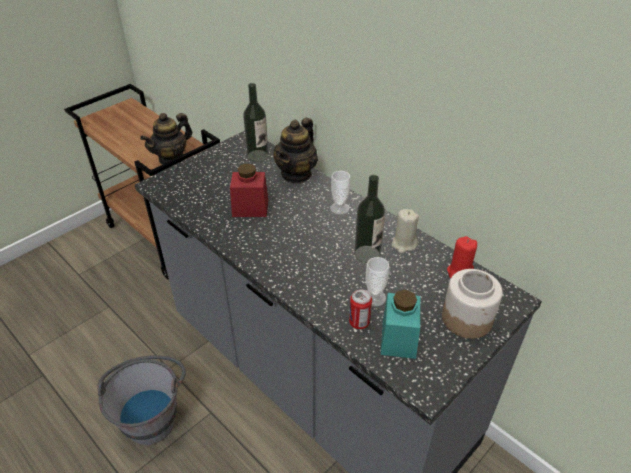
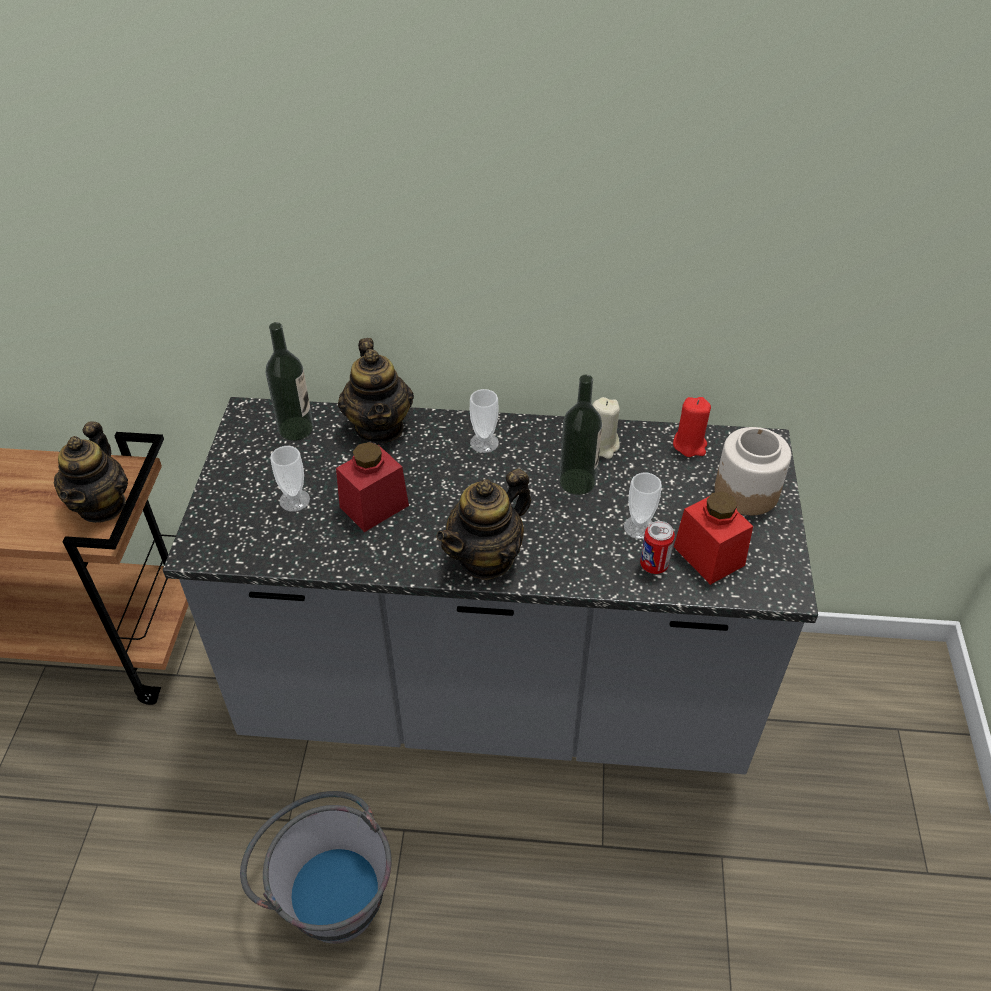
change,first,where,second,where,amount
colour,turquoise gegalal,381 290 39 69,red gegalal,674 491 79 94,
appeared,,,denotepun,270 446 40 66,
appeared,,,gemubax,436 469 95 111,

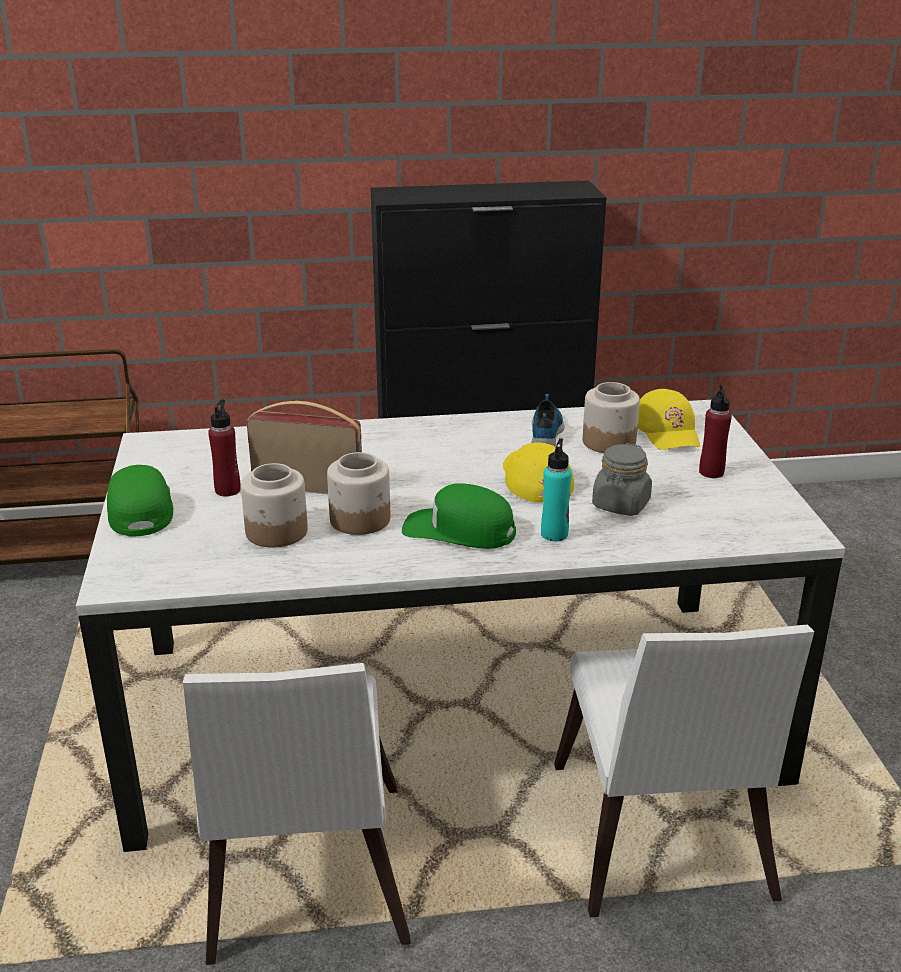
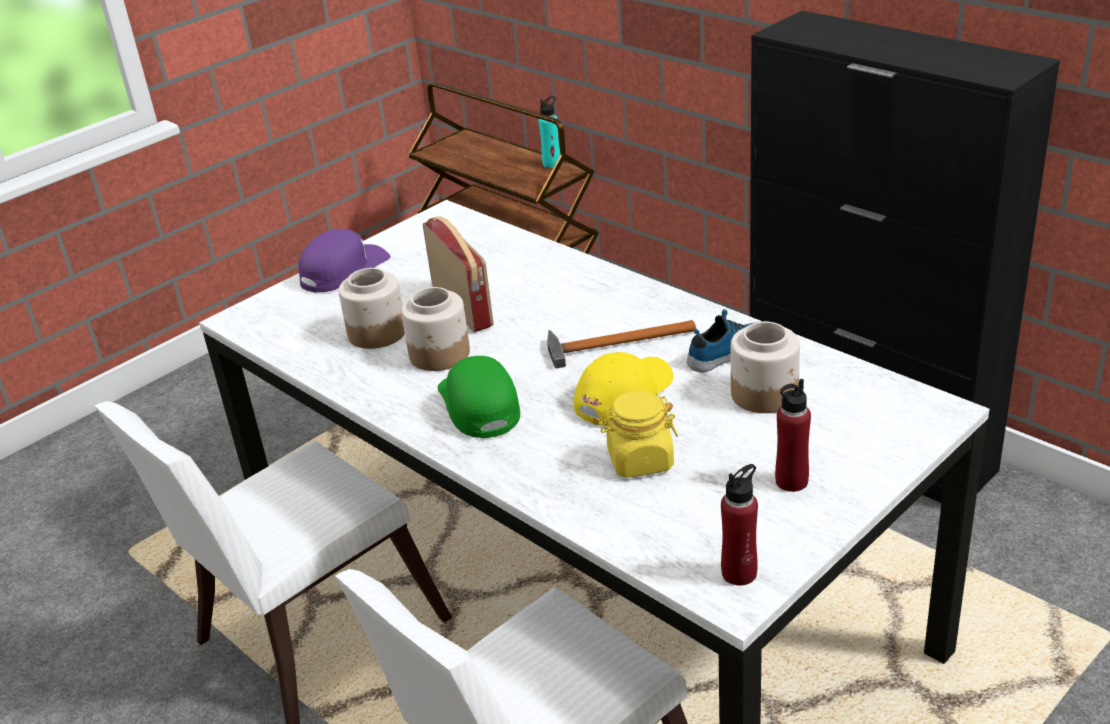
change,first,where,second,where,amount
missing,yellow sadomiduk,638 389 62 61,,,
relocated,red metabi,208 399 33 97,,721 464 37 122,
relocated,turquoise metabi,541 438 31 103,,538 96 22 72,
colour,grey gegalal,592 443 60 73,yellow gegalal,598 391 80 87,
colour,green sadomiduk,107 465 66 71,purple sadomiduk,298 229 92 64,
appeared,,,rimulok,547 320 149 49,

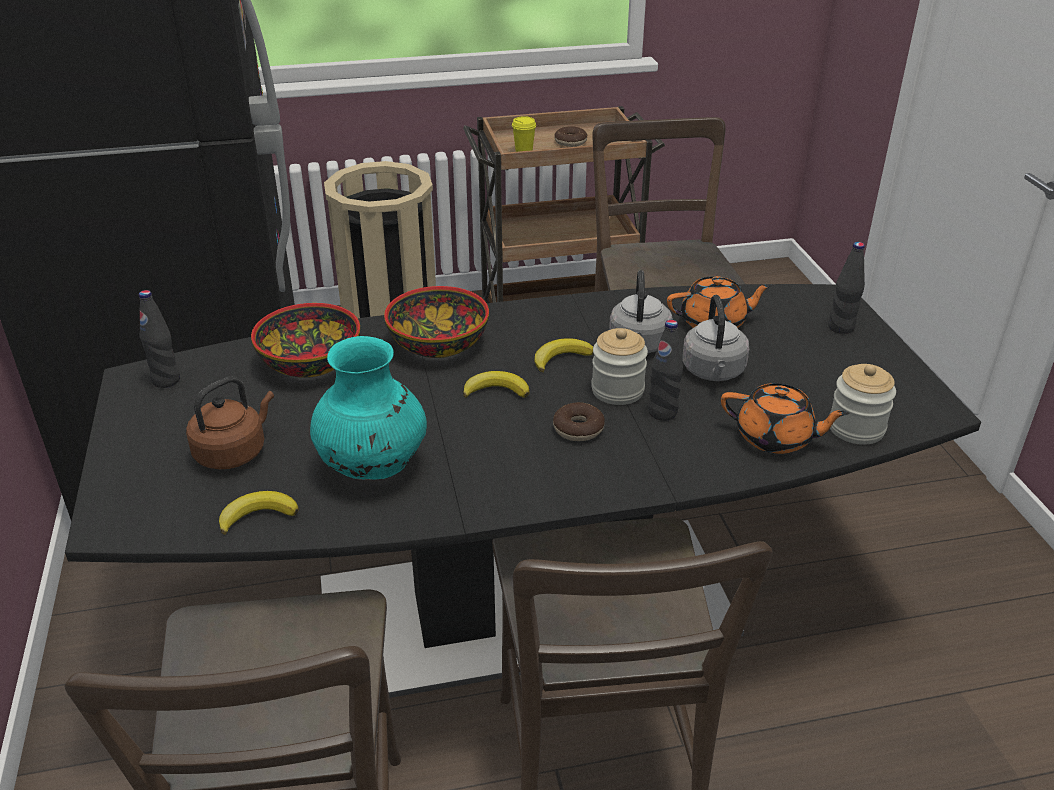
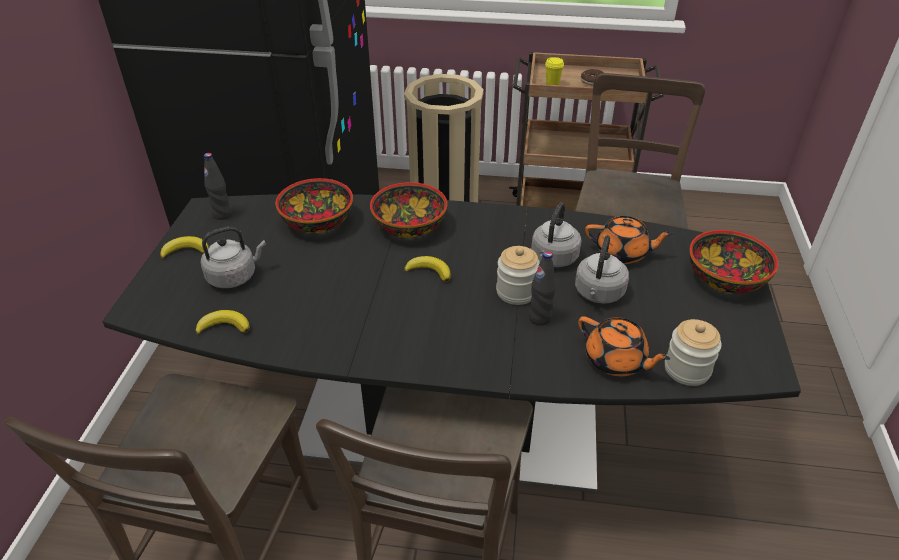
change,first,where,second,where,amount
exchanged,black metabi,828 242 37 92,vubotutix,689 230 89 63,
missing,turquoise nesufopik,310 336 117 144,,,
relocated,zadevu,534 338 59 34,,160 236 49 23,
colour,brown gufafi,186 377 88 92,grey gufafi,201 226 65 62,
missing,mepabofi,553 402 52 39,,,

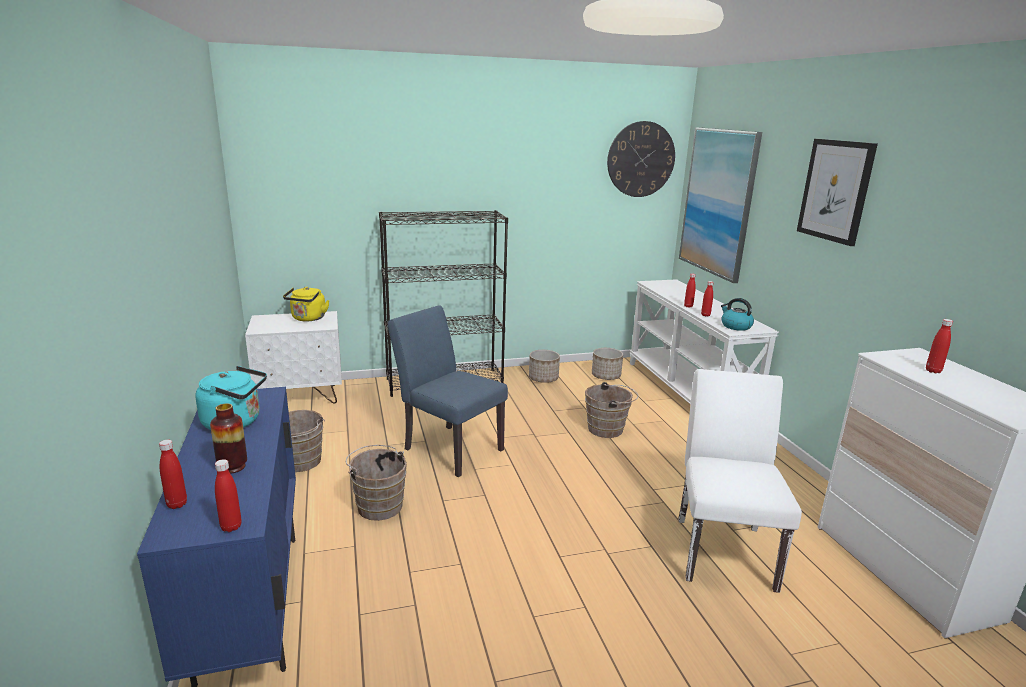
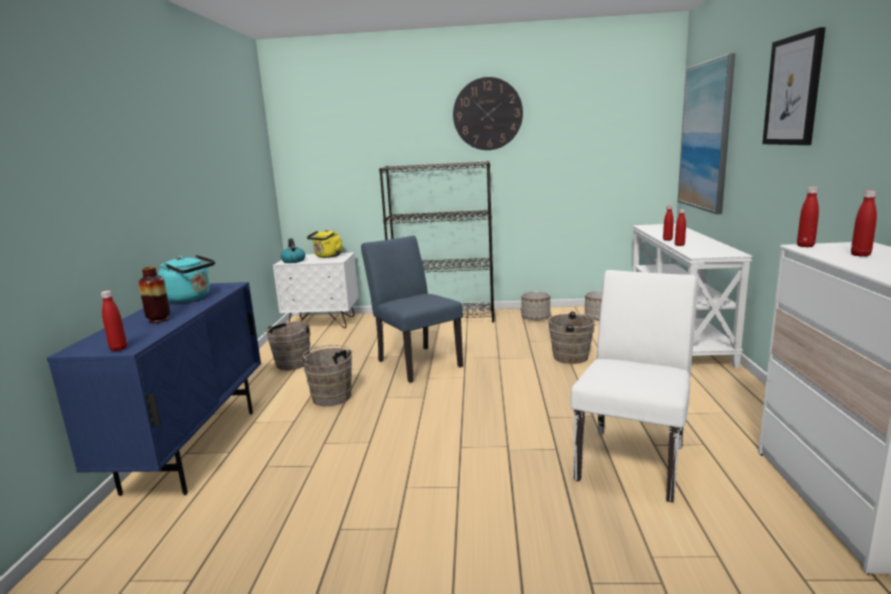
change,first,where,second,where,amount
relocated,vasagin,607 121 68 76,,453 77 70 73,
relocated,gufafi,721 298 33 33,,281 238 24 25,
relocated,red metabi,159 440 28 69,,797 187 22 60,

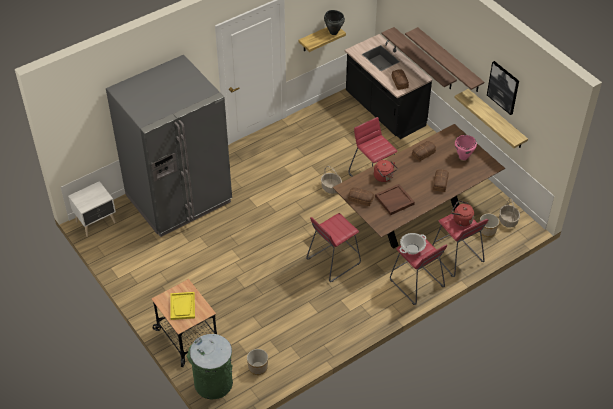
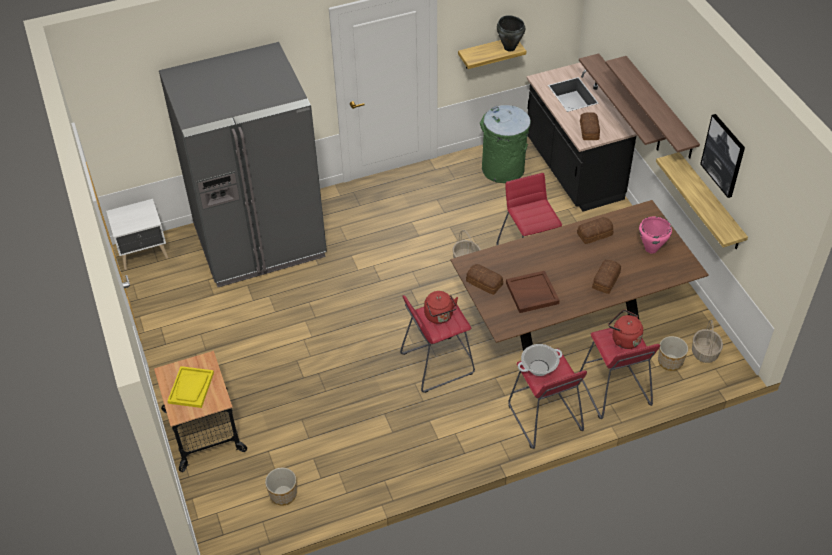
change,first,where,second,where,amount
relocated,red gufafi,374 160 23 22,,424 291 34 33,
relocated,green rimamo,187 334 46 65,,480 105 51 78,

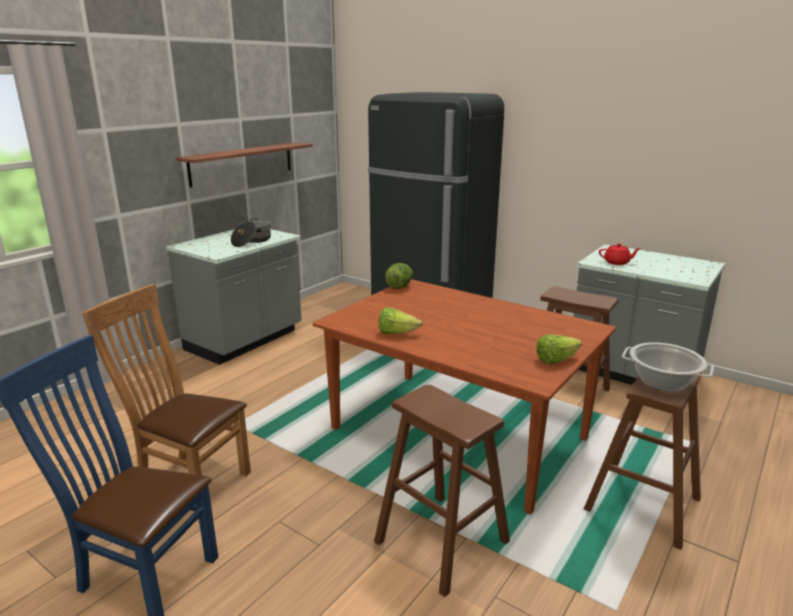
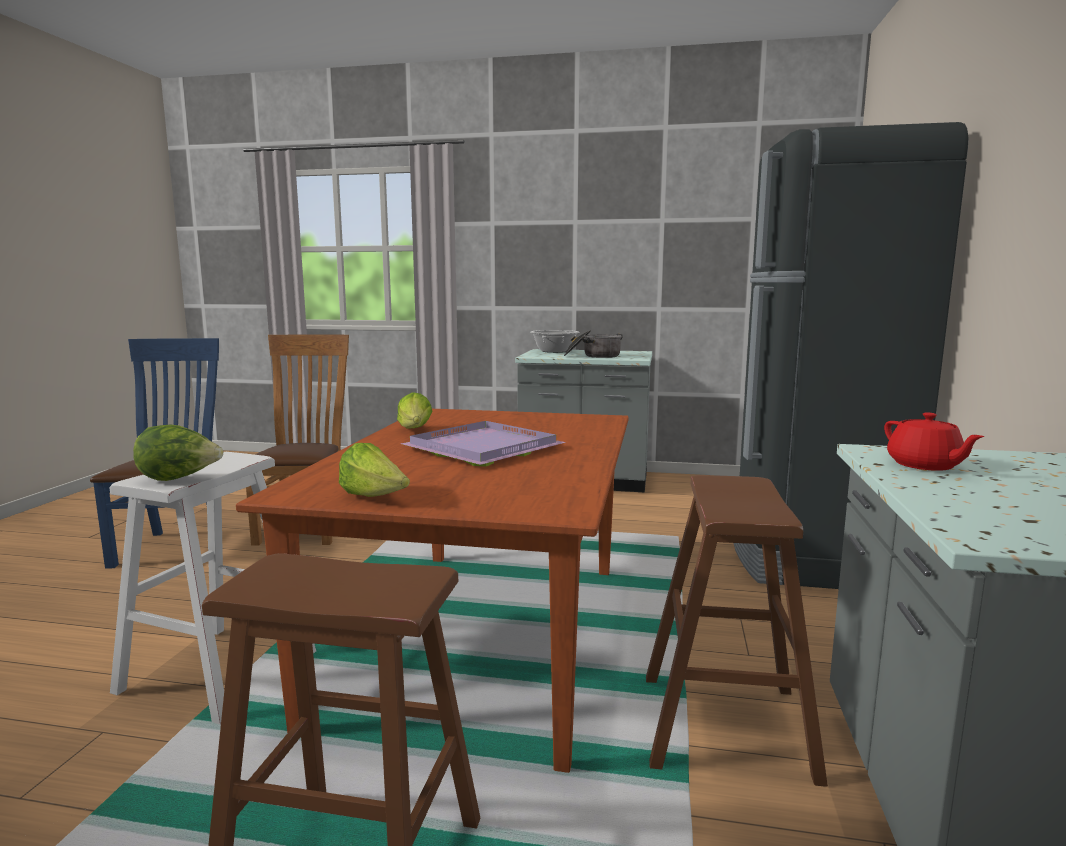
change,first,where,second,where,amount
missing,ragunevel,176 142 137 46,,,
relocated,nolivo,385 263 28 26,,133 425 90 56,
relocated,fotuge,622 342 92 50,,530 330 49 23,
colour,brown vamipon,374 385 136 212,white vamipon,110 452 206 273,
appeared,,,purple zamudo,401 421 165 46,

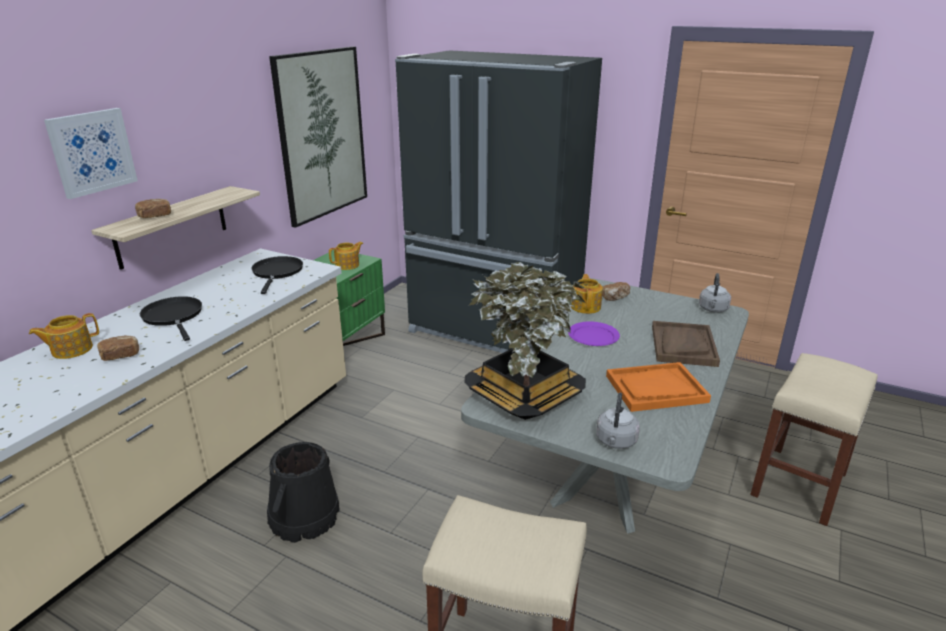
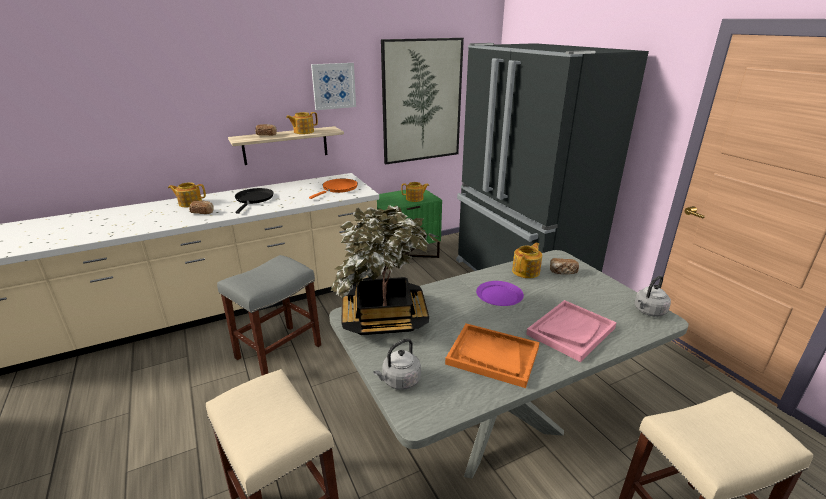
change,first,where,second,where,amount
relocated,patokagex,44 108 94 91,,311 63 45 47,
colour,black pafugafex,251 256 52 38,orange pafugafex,309 179 49 20,
colour,brown zamudo,652 321 68 46,pink zamudo,526 300 91 62,
exchanged,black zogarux,267 442 73 101,grey vamipon,217 255 104 121,
appeared,,,gemubax,286 112 32 22,

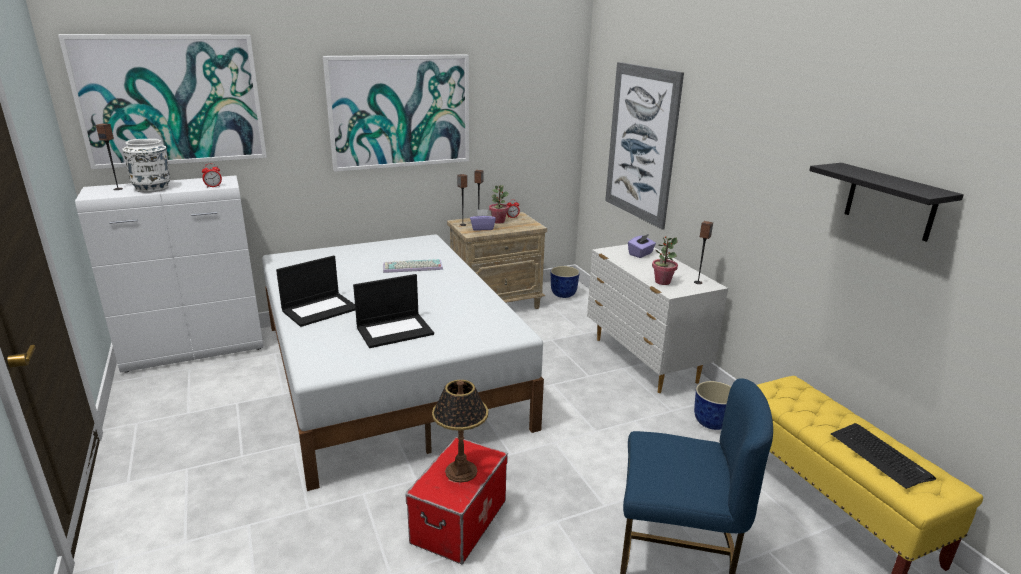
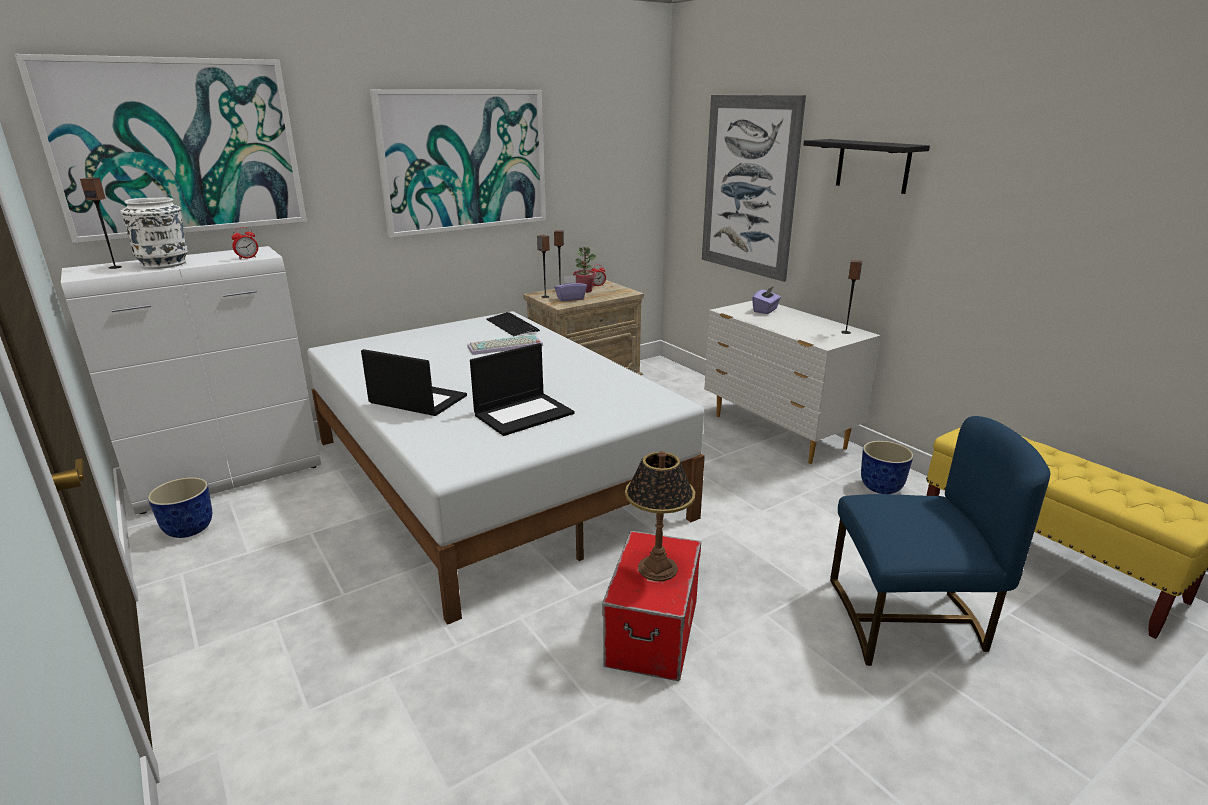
change,first,where,second,where,amount
relocated,black ragunevel,809 163 155 79,,803 139 127 55,
missing,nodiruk,652 236 26 49,,,
spun,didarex,276 256 79 71,,361 349 106 67,105 degrees counterclockwise
relocated,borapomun,551 266 29 32,,148 477 64 61,
relocated,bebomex,831 423 105 66,,486 312 54 24,

